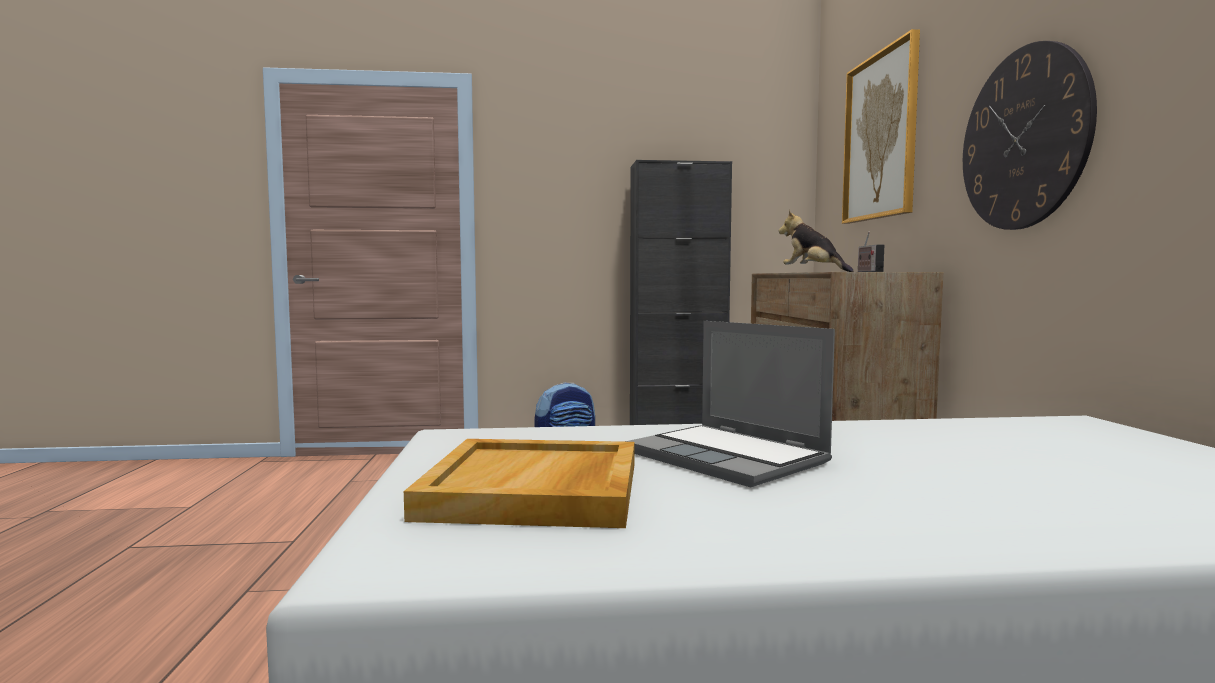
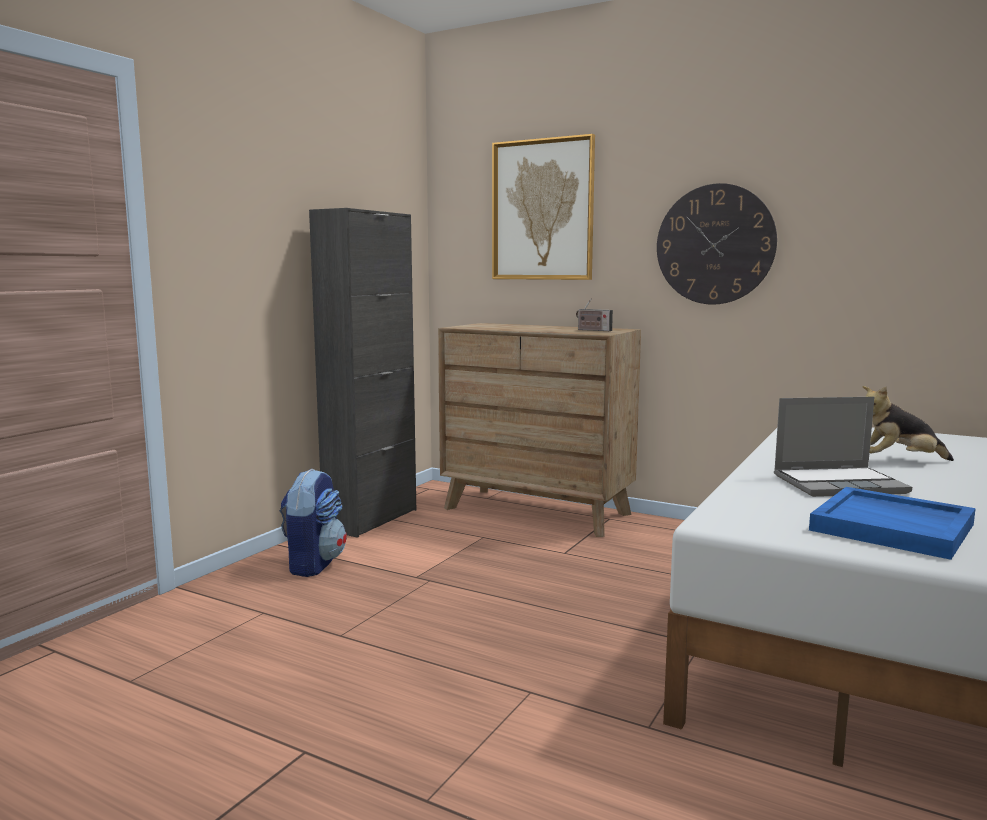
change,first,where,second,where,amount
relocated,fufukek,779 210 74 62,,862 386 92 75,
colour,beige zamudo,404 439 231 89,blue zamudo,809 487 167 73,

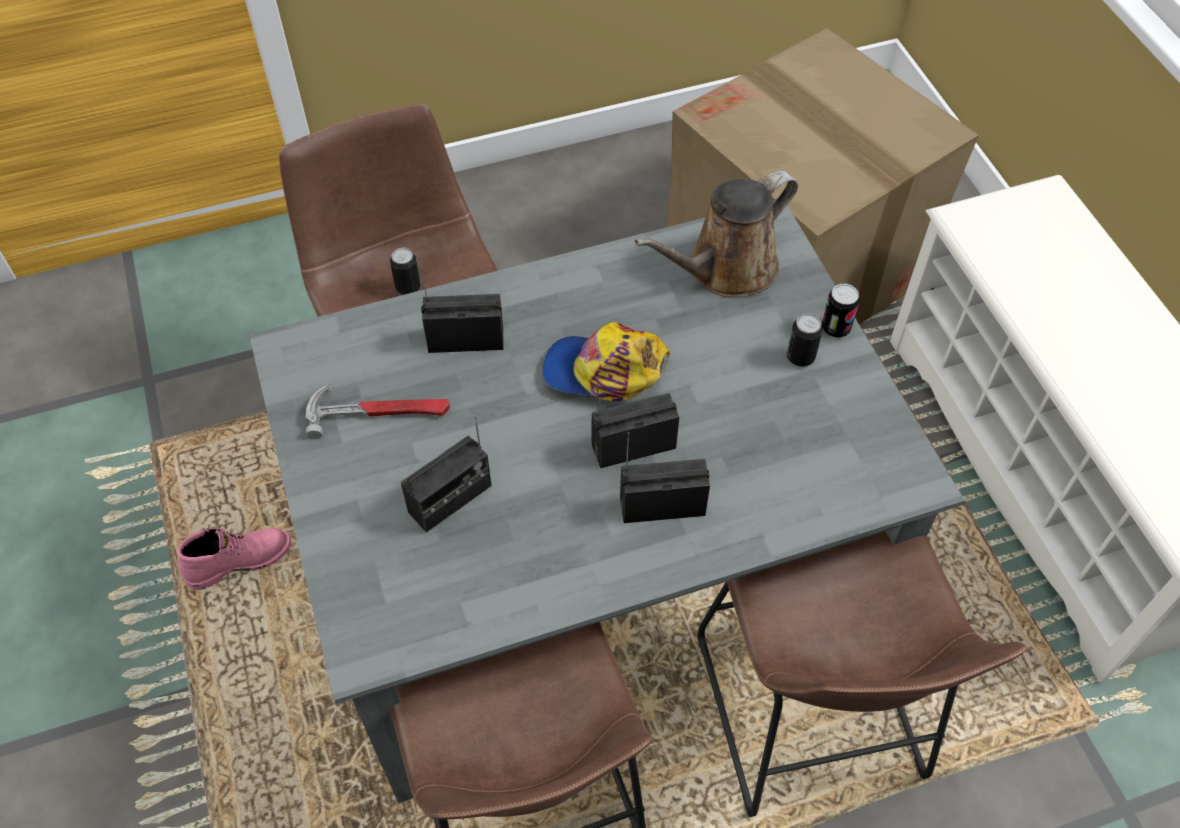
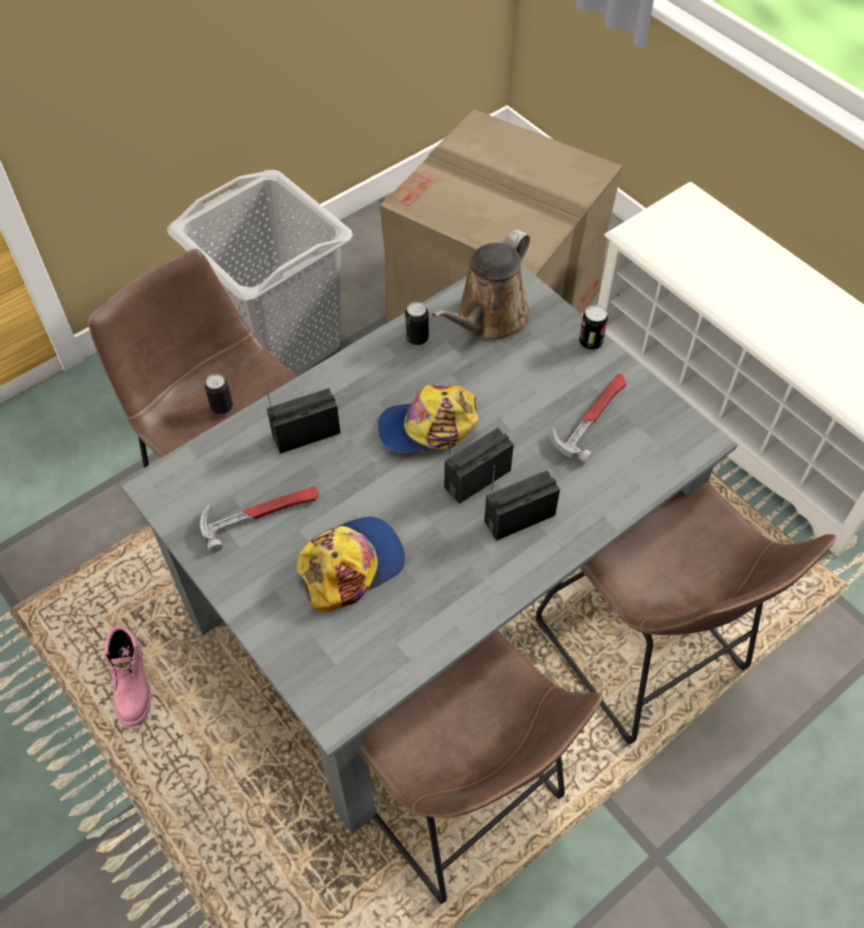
change,first,where,second,where,amount
relocated,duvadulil,786 314 37 53,,405 302 24 43,
exchanged,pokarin,401 416 91 117,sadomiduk,297 516 108 96,
spun,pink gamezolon,177 527 114 63,,105 626 46 101,120 degrees clockwise
appeared,,,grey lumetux,167 170 186 206,
appeared,,,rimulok,552 373 75 91,

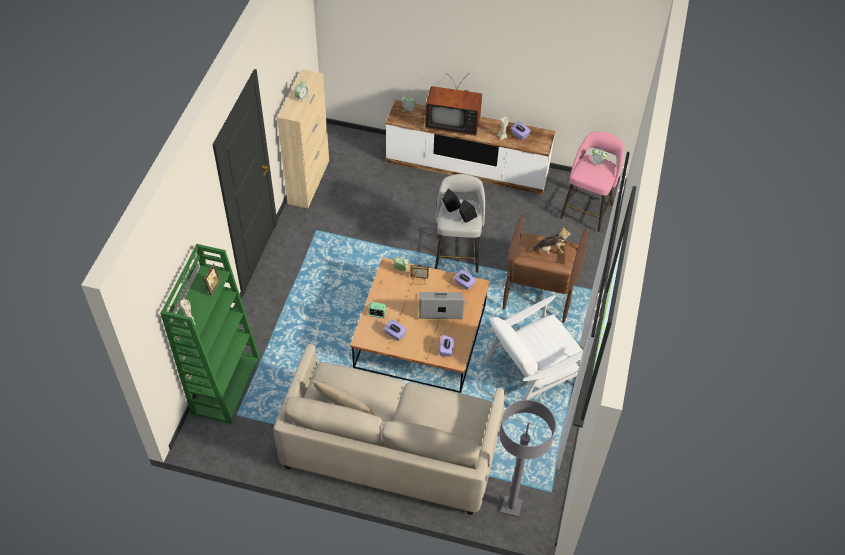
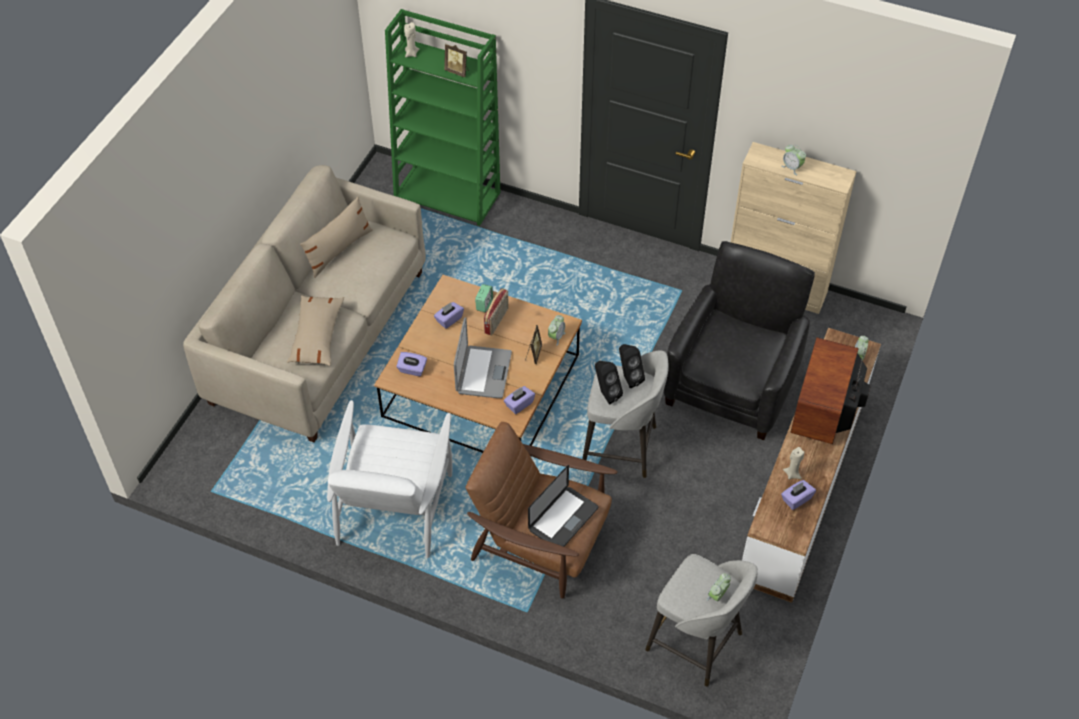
change,first,where,second,where,amount
colour,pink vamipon,560 132 65 100,grey vamipon,645 554 113 132,
exchanged,fufukek,530 227 41 27,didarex,528 465 70 82,
spun,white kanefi,484 295 99 105,,327 400 125 158,150 degrees counterclockwise
missing,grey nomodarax,499 400 57 117,,,
appeared,,,black kanefi,664 241 151 199,
appeared,,,pokarin,484 288 25 48,
appeared,,,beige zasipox,287 295 57 71,

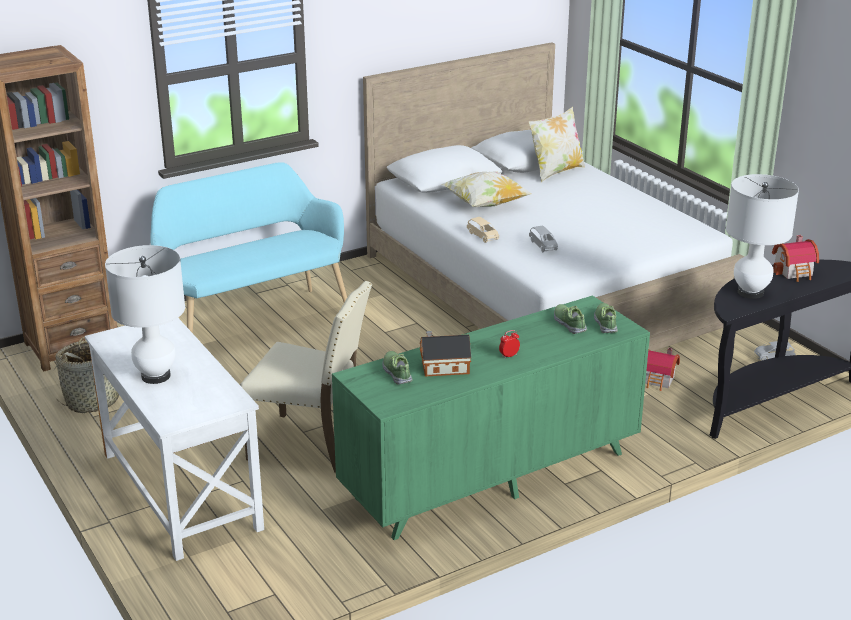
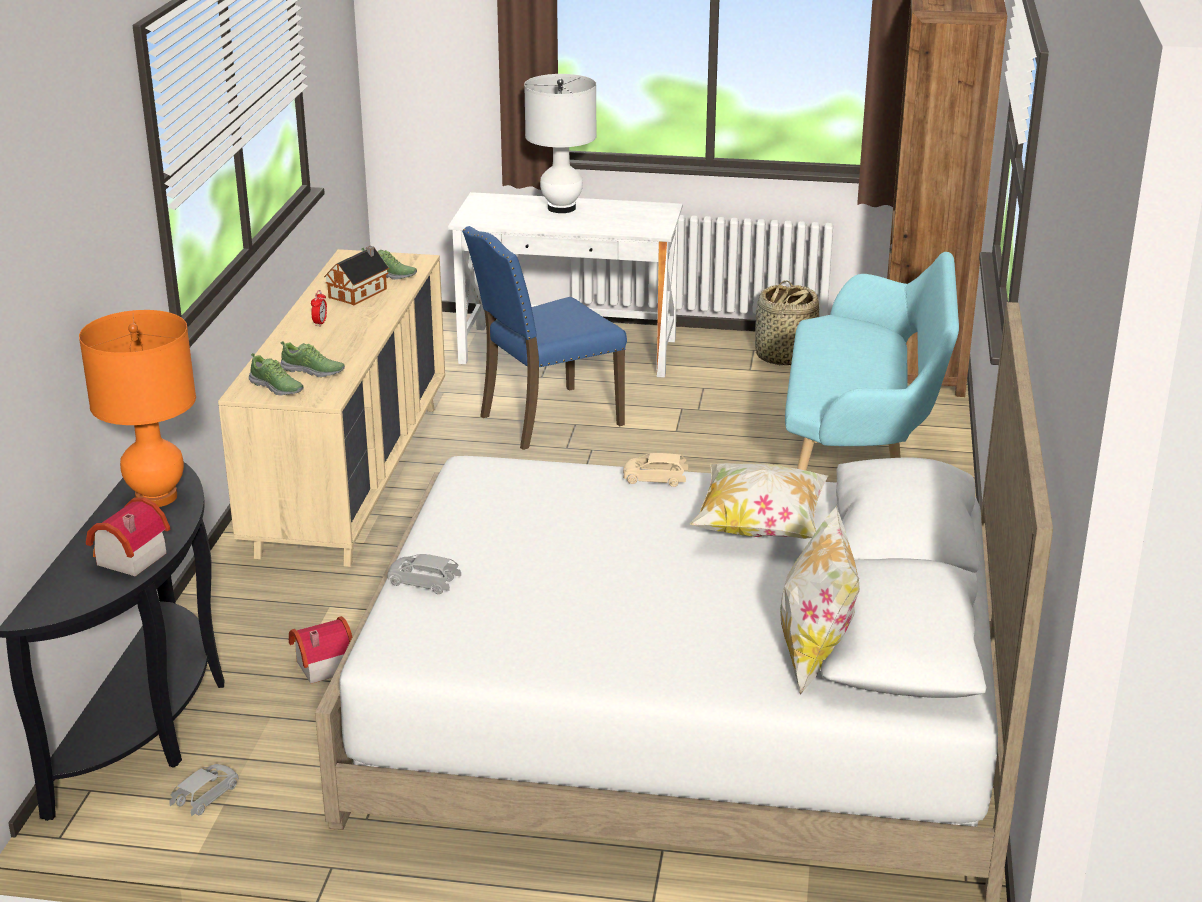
change,first,where,second,where,amount
colour,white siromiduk,726 174 73 125,orange siromiduk,79 310 117 197,
relocated,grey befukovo,529 226 29 26,,387 554 74 40,
colour,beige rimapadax,240 281 132 192,blue rimapadax,462 226 165 224,
colour,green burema,332 296 318 244,beige burema,218 249 227 318,

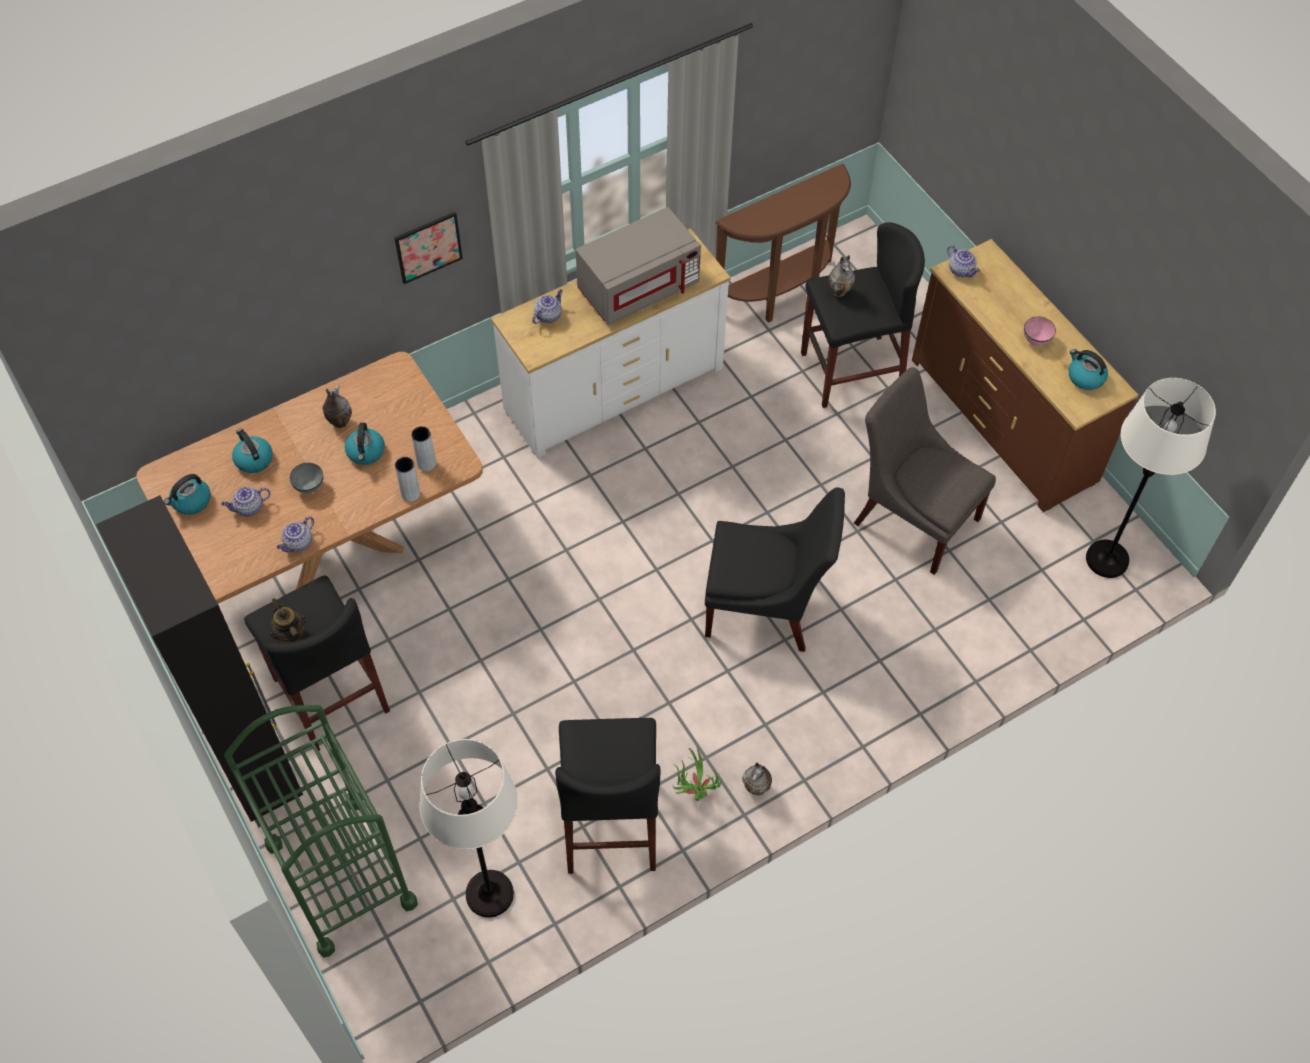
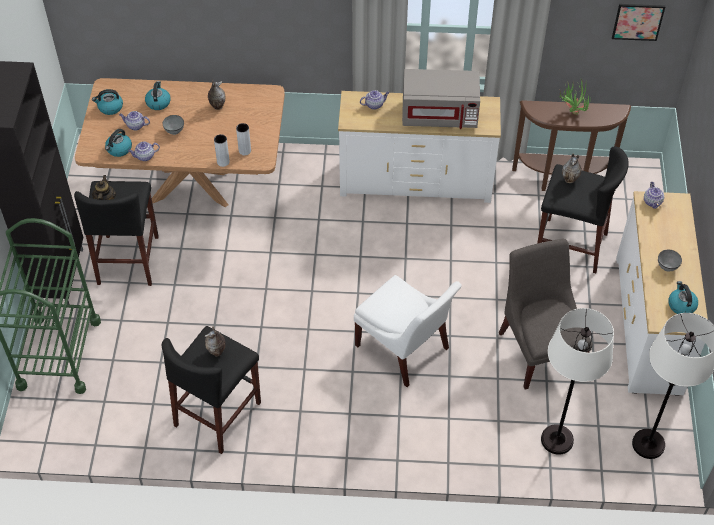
change,first,where,second,where,amount
relocated,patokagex,394 212 69 72,,612 4 53 37,
colour,brown burema,912 239 226 273,white burema,616 191 92 205,
colour,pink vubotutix,1024 317 32 29,grey vubotutix,658 249 24 22,
relocated,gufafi,345 423 40 42,,105 129 27 28,
colour,black rimapadax,705 487 140 165,white rimapadax,354 275 108 112,
relocated,white nomodarax,419 739 99 179,,541 308 73 147,
relocated,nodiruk,673 746 49 55,,560 79 30 36,
relocated,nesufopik,742 762 30 33,,205 326 21 31,

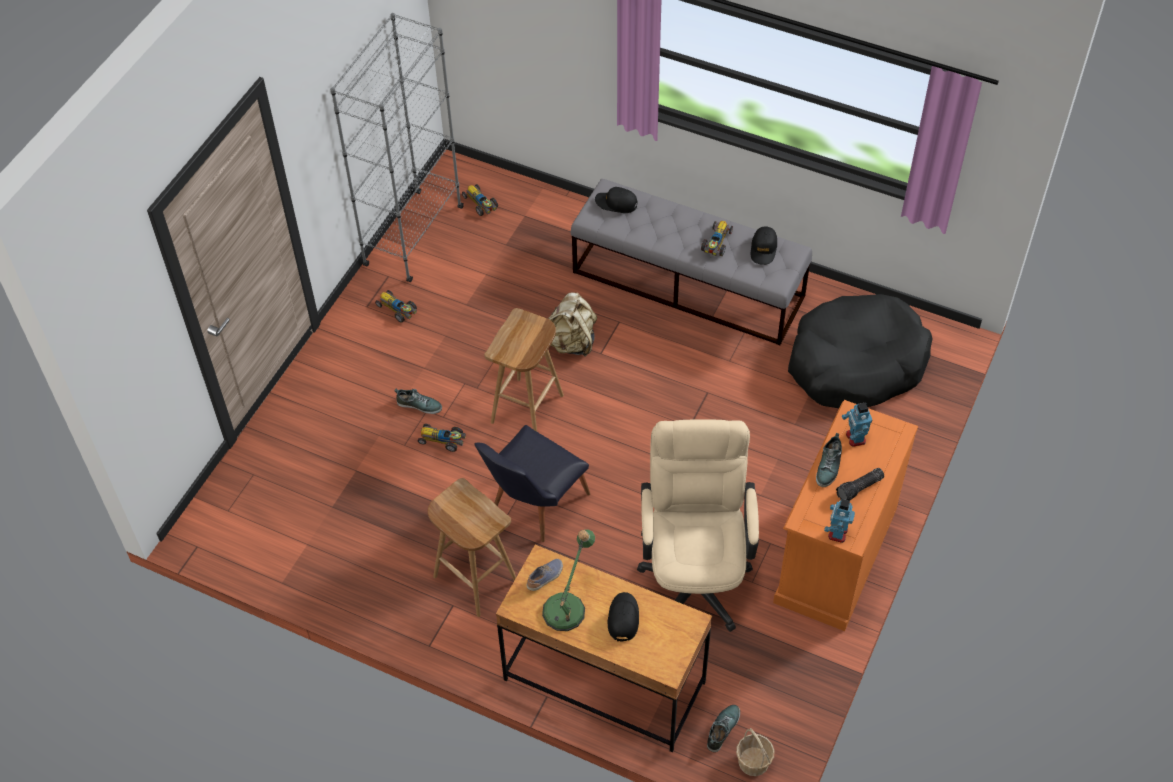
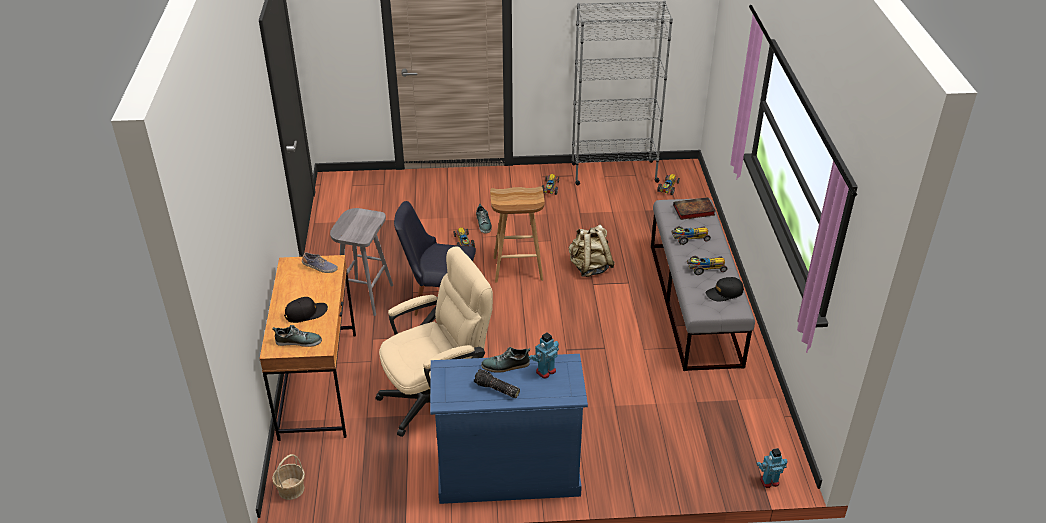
change,first,where,second,where,amount
exchanged,black sadomiduk,595 187 42 26,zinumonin,673 197 43 23,
missing,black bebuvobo,788 294 145 114,,,
colour,orange burema,773 400 145 231,blue burema,430 354 158 150,
colour,brown vamipon,428 478 88 139,grey vamipon,330 208 63 108,
relocated,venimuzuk,824 499 31 44,,757 448 31 40,
missing,siromiduk,542 529 53 102,,,
relocated,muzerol,707 705 33 47,,273 325 49 22,
appeared,,,befukovo,672 226 39 19,

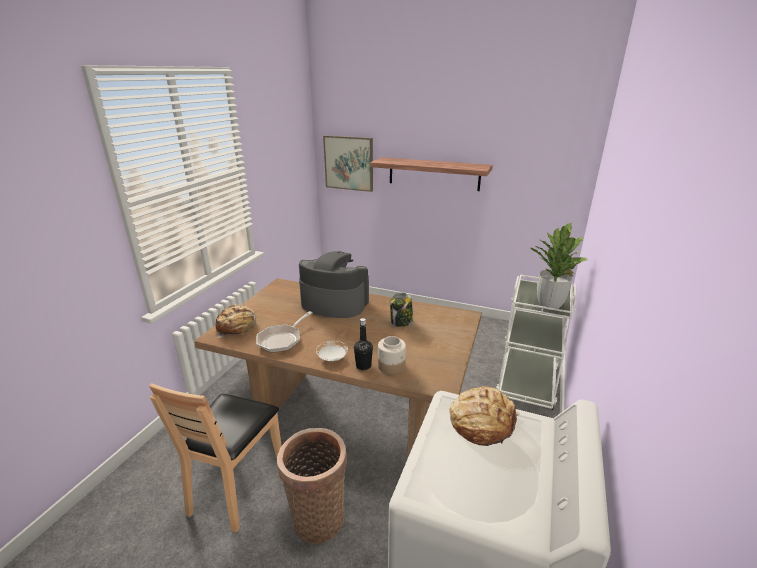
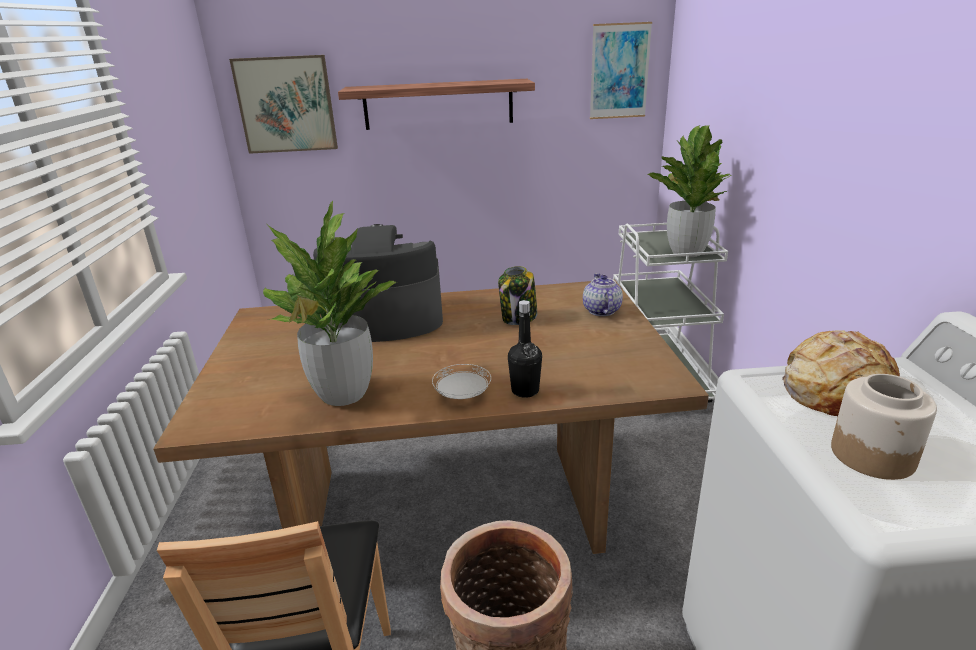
change,first,where,second,where,amount
missing,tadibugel,216 305 40 32,,,
exchanged,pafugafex,256 311 57 42,nodiruk,263 201 134 205,
relocated,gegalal,378 336 28 38,,831 374 106 106,
appeared,,,patokagex,590 22 62 97,
appeared,,,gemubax,583 273 40 43,

